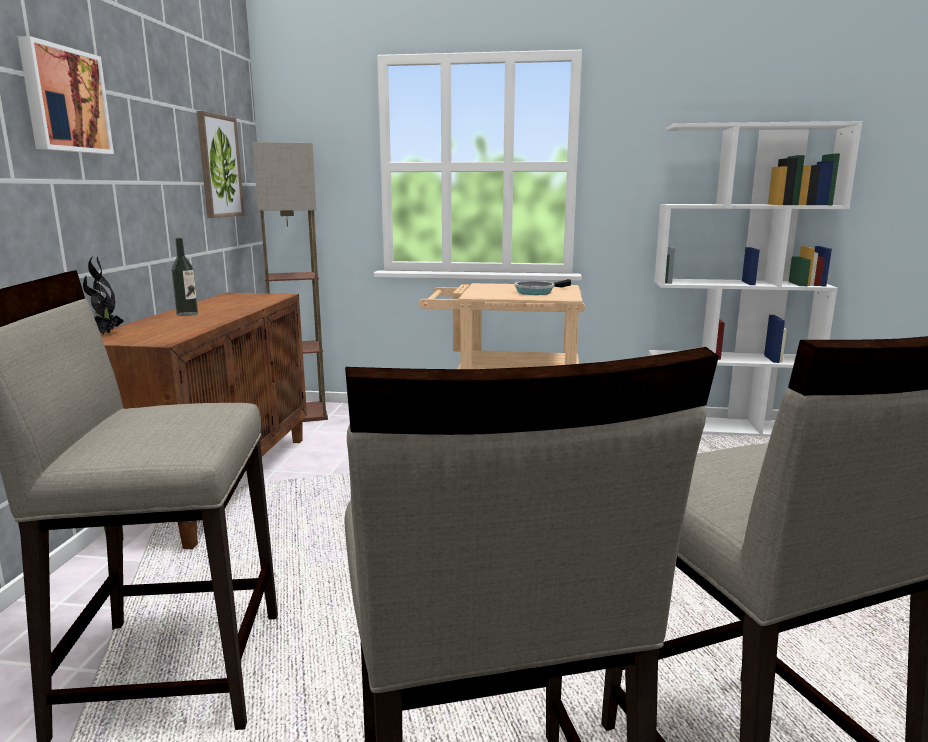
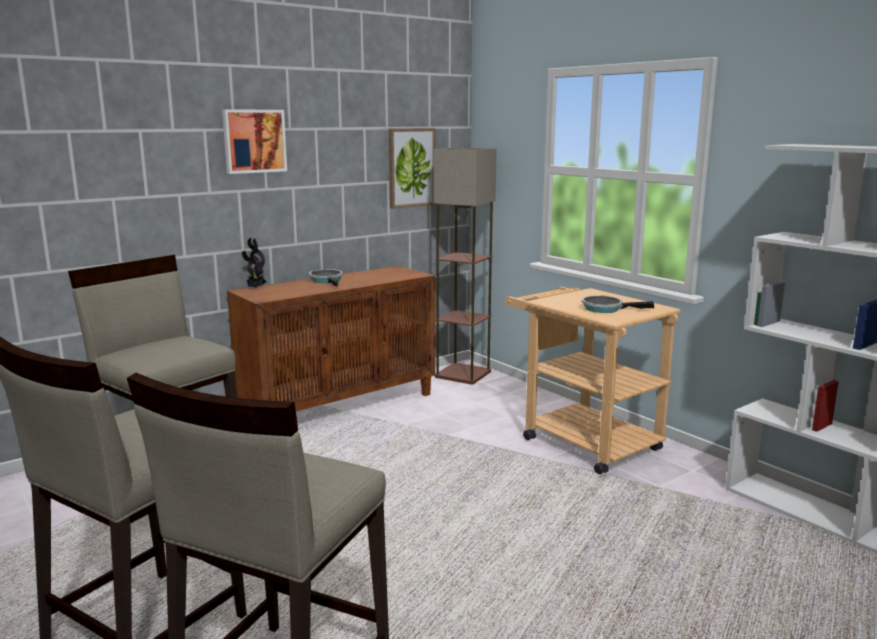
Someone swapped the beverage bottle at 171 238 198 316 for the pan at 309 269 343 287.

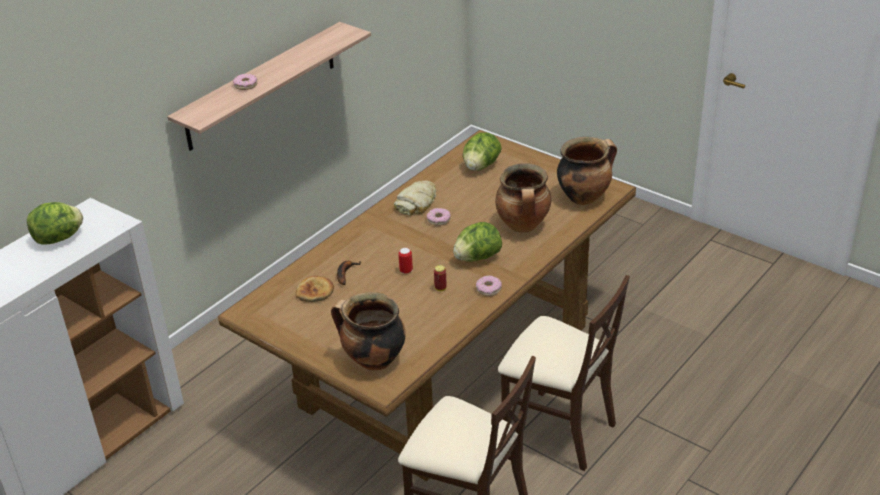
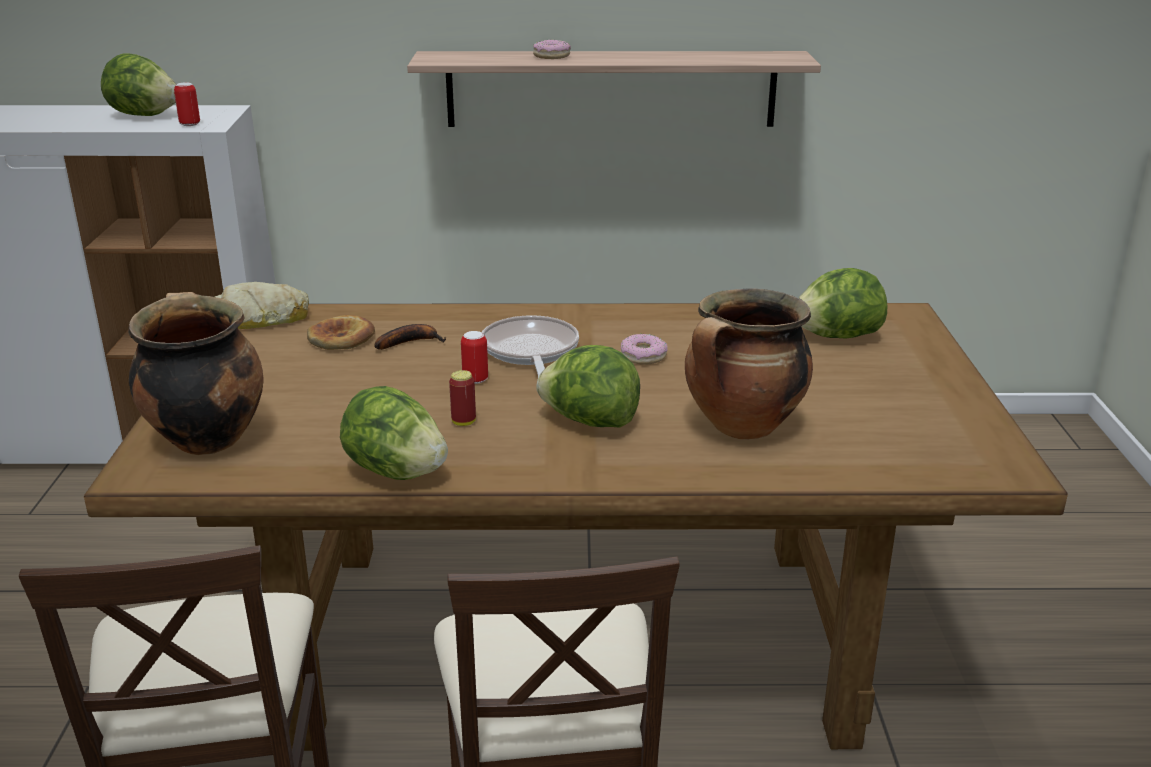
Someone put down the can at 174 82 200 126.
Someone carried the baked bread from 394 181 436 216 to 215 282 309 329.
Someone put down the head of lettuce at 340 386 448 480.
Someone put down the pan at 482 315 579 377.
Someone took away the donut at 476 275 502 296.
Someone took away the cooking pot at 557 137 617 205.

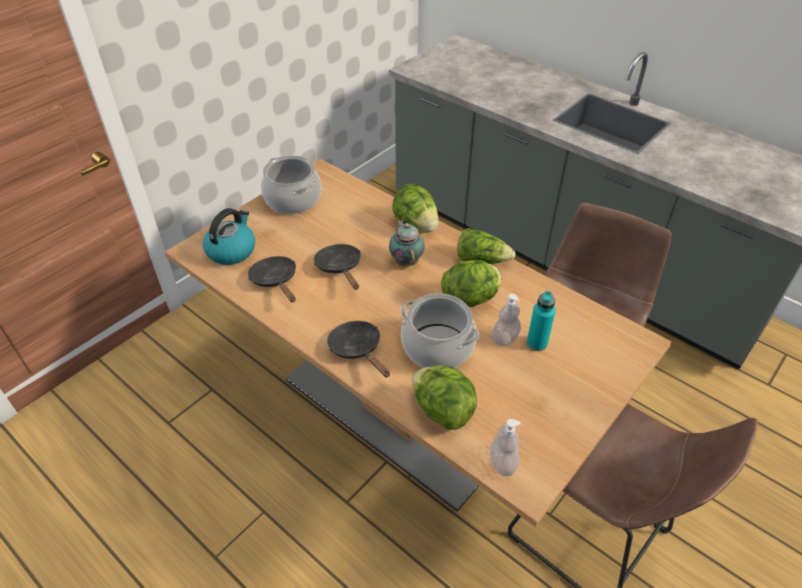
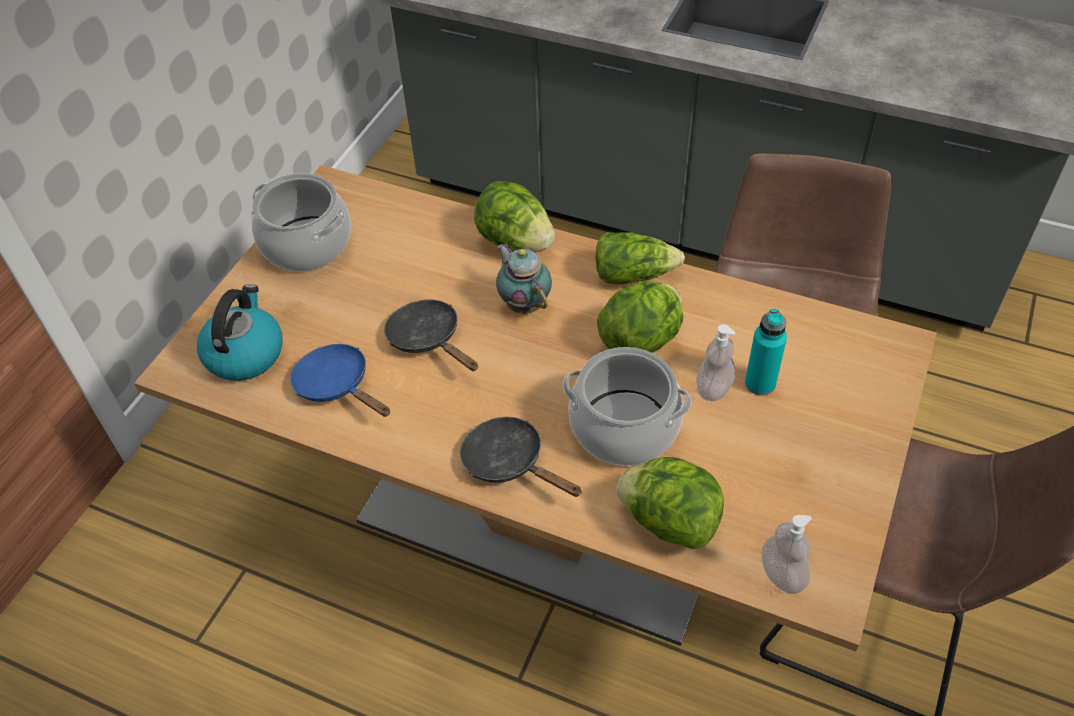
Someone repainted the pan/blackish at 248 256 296 302, which became the pan/blue at 290 344 390 417.

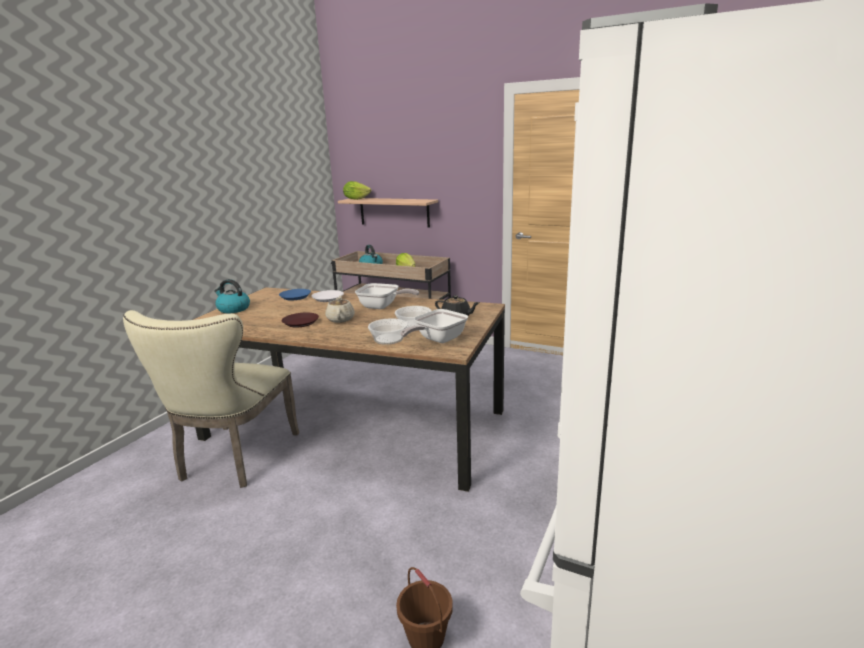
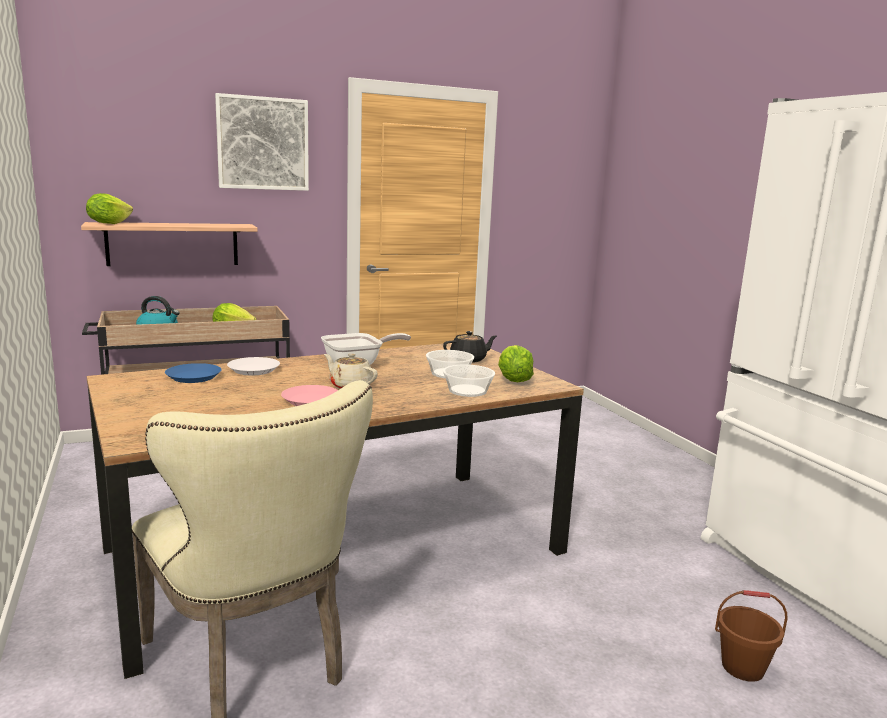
Someone put up the wall art at 215 93 309 191.
Someone repainted the dinner plate/brown-coloured at 282 312 319 328, which became the dinner plate/pink-coloured at 281 385 338 406.
Someone swapped the pan at 400 309 468 343 for the head of lettuce at 498 345 534 382.
Someone took away the tea kettle at 214 279 250 313.

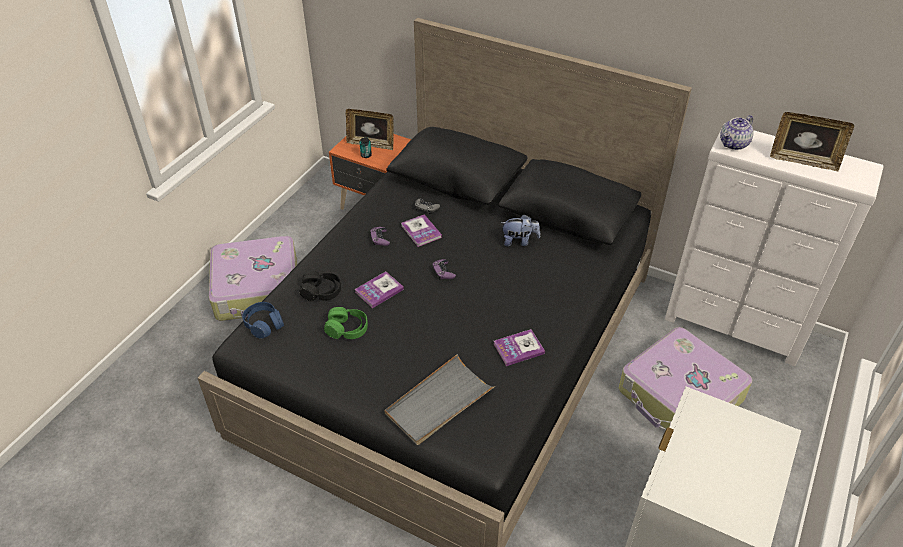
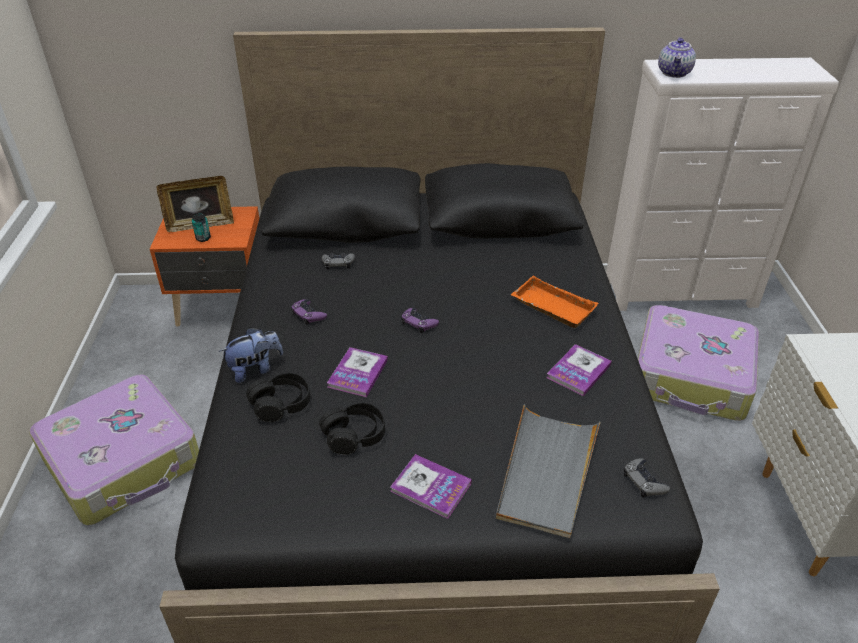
Someone carried the soft toy from 501 214 540 247 to 219 327 283 383.
Someone repainted the headphones/green at 324 307 368 339, which became the headphones/blackish at 319 403 385 455.
Someone carried the book from 401 214 442 247 to 390 454 472 519.
Someone put down the carrying tray/orangey at 511 276 599 328.
Someone put down the gamepad/gray at 624 458 670 498.
Someone took away the headphones/blue at 242 302 284 339.
Someone took away the picture frame at 770 112 854 171.

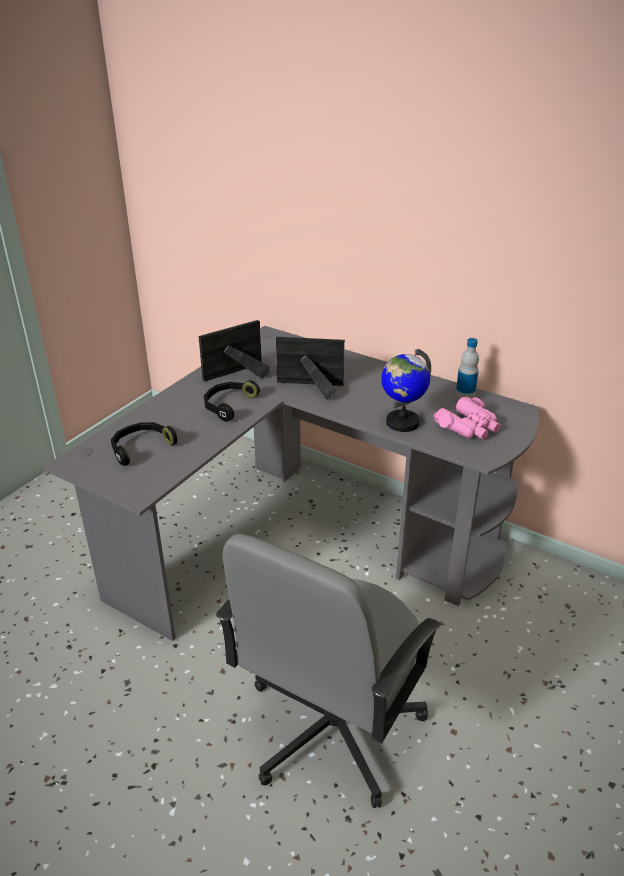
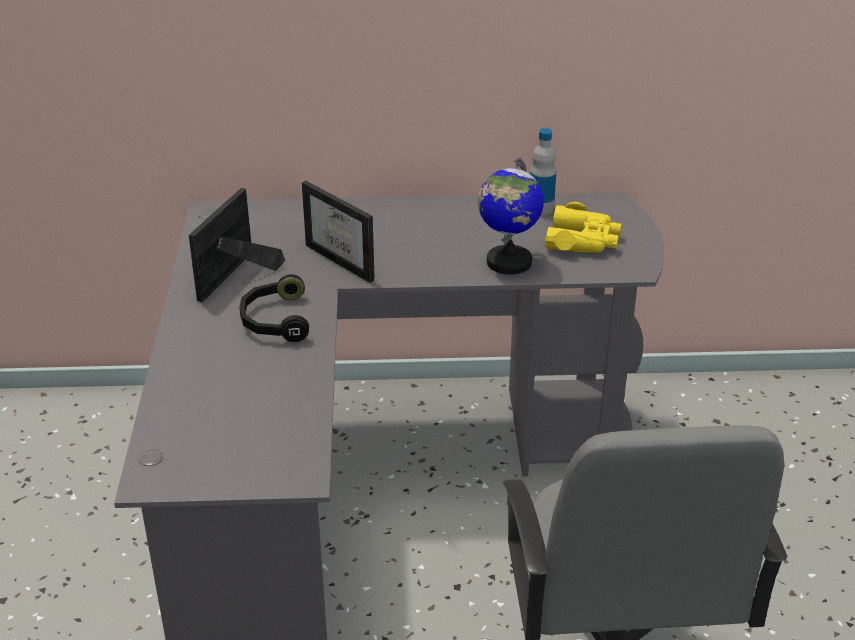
Someone rotated the picture frame at 276 337 345 399 by 105 degrees counterclockwise.
Someone repainted the binoculars/pink-coloured at 434 397 501 439, which became the binoculars/yellow-coloured at 545 202 622 253.
Someone took away the headphones/blackish at 111 422 177 466.

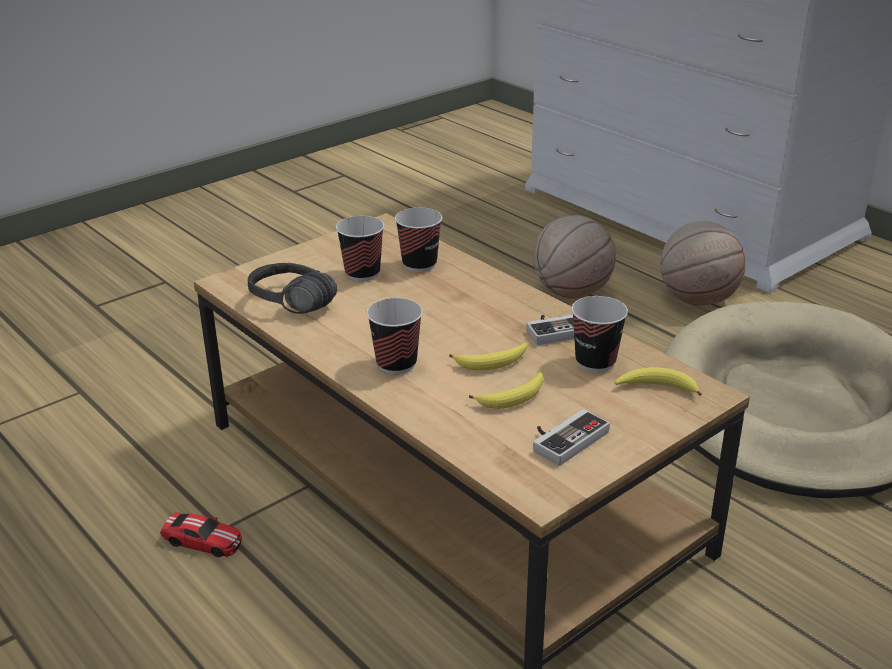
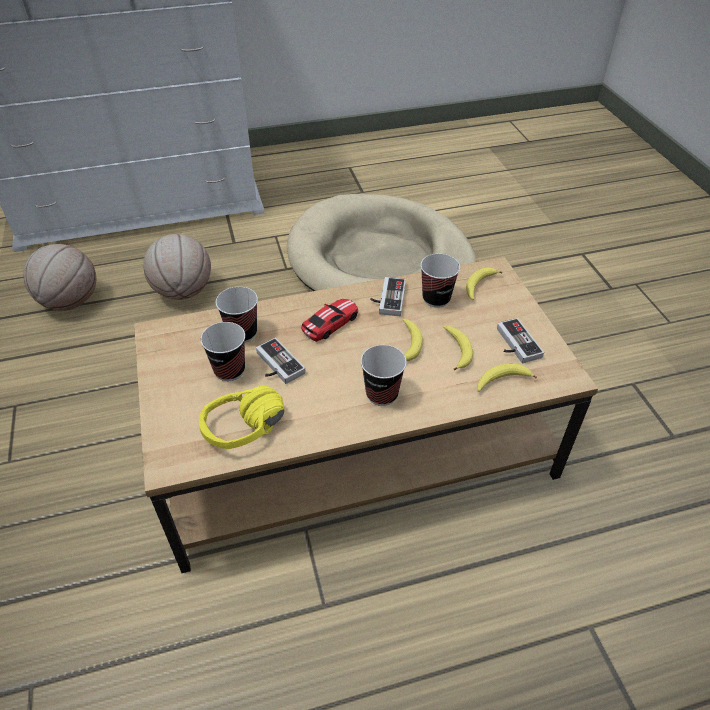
Someone carried the basketball from 660 221 746 306 to 23 244 96 311.
Someone repainted the headphones/blackish at 248 263 337 314, which became the headphones/yellow-coloured at 199 386 285 449.
Someone put down the gamepad at 256 338 306 384.
Someone carried the model car from 160 512 242 557 to 301 299 358 342.
Someone put down the whole banana at 477 363 537 392.

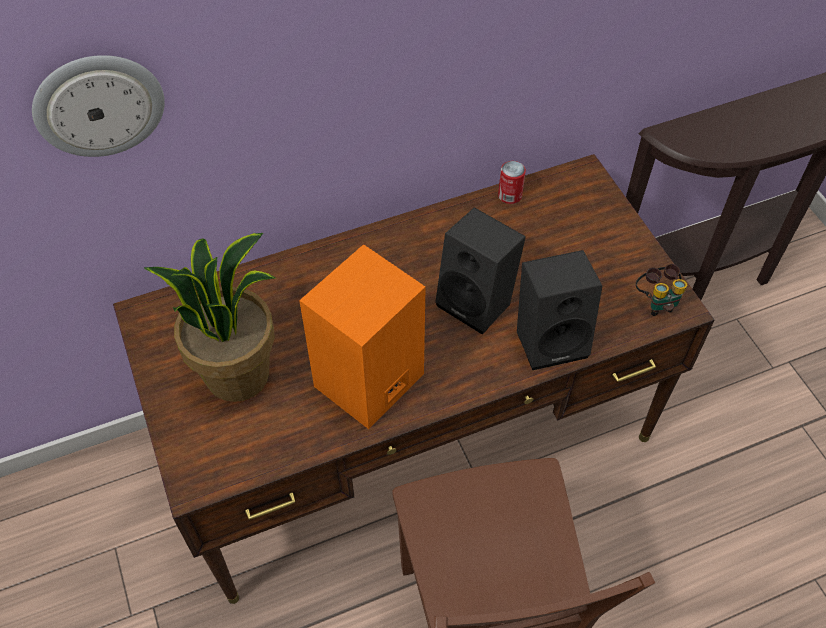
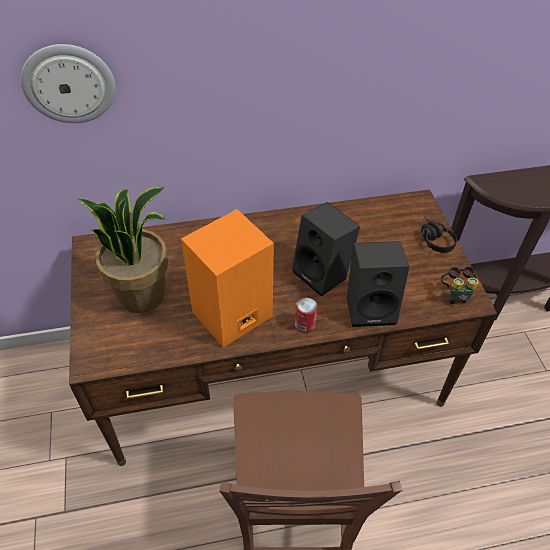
Someone carried the can from 498 161 526 204 to 295 298 317 333.
Someone put down the headphones/blackish at 421 217 457 253.

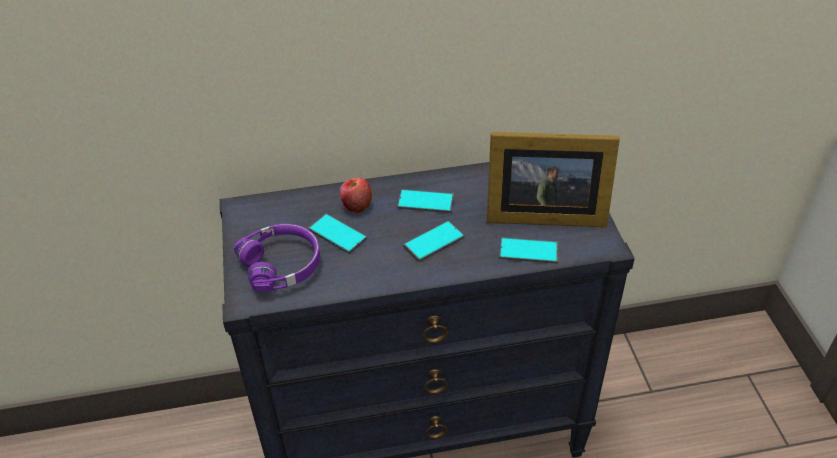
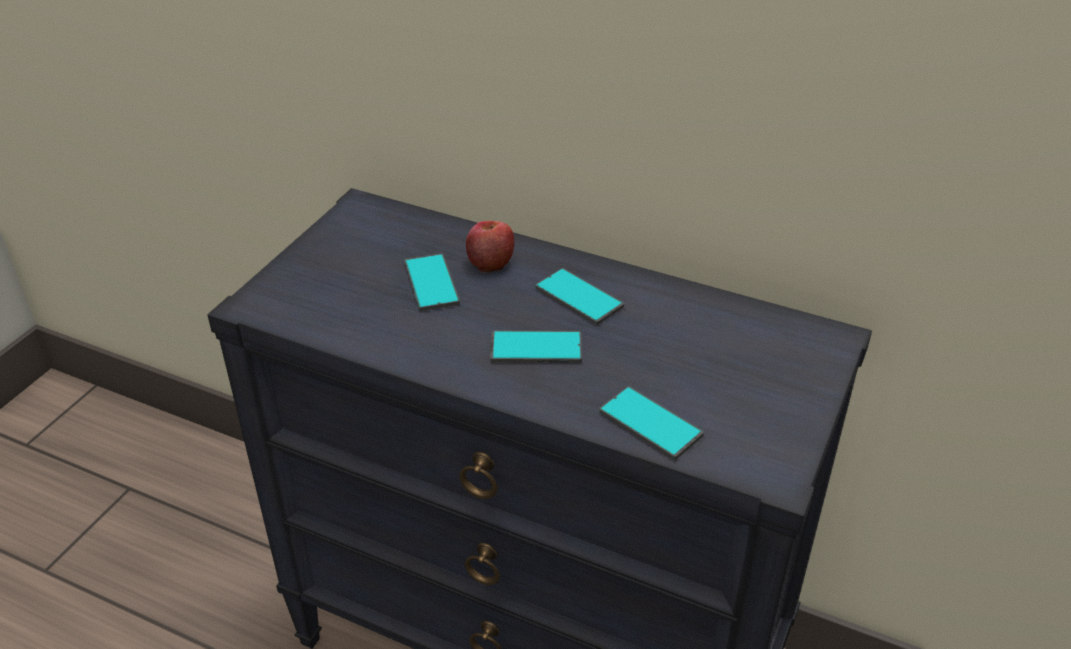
Someone took away the headphones/purple at 234 224 320 292.
Someone took away the picture frame at 487 132 620 227.

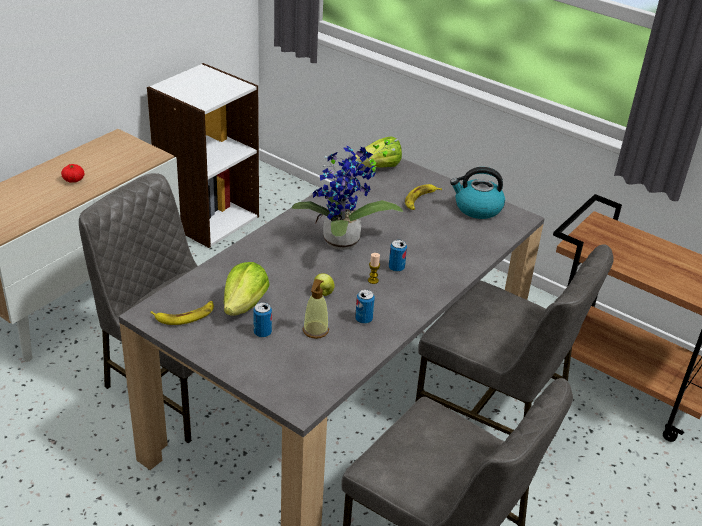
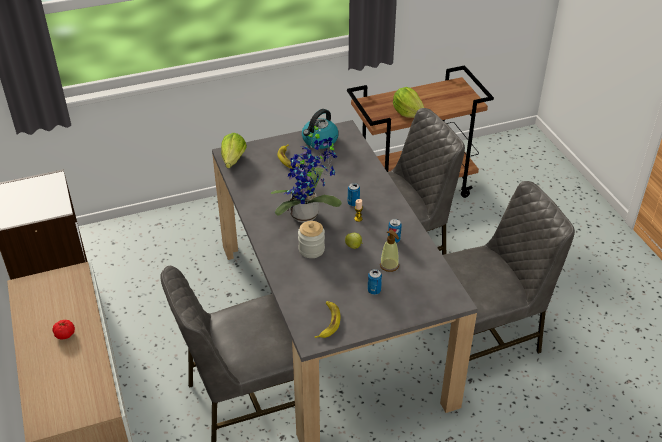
Someone put down the jar at 298 221 325 258.
Someone carried the head of lettuce from 224 262 270 316 to 393 87 424 118.

